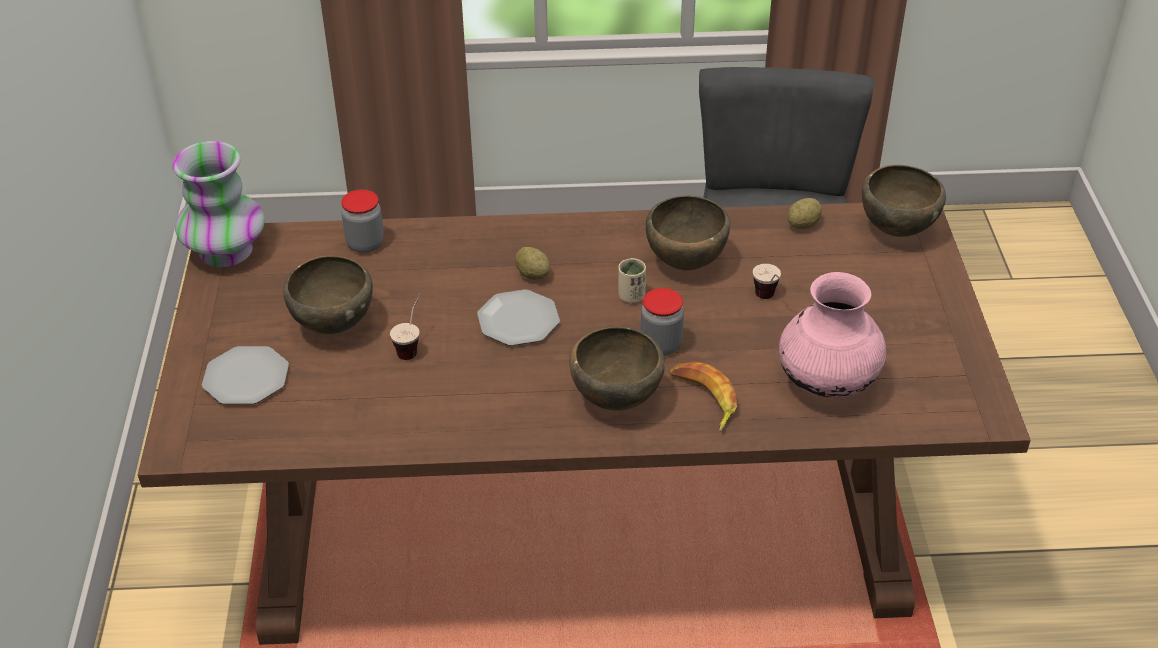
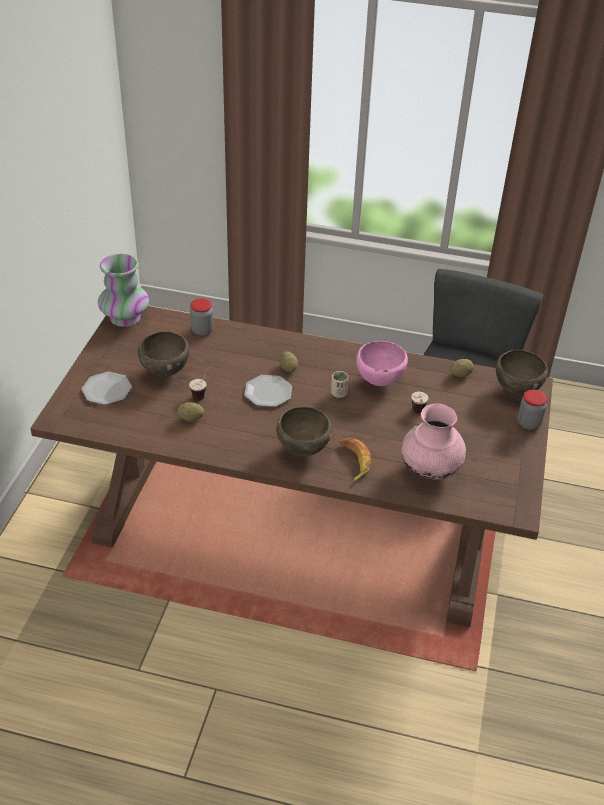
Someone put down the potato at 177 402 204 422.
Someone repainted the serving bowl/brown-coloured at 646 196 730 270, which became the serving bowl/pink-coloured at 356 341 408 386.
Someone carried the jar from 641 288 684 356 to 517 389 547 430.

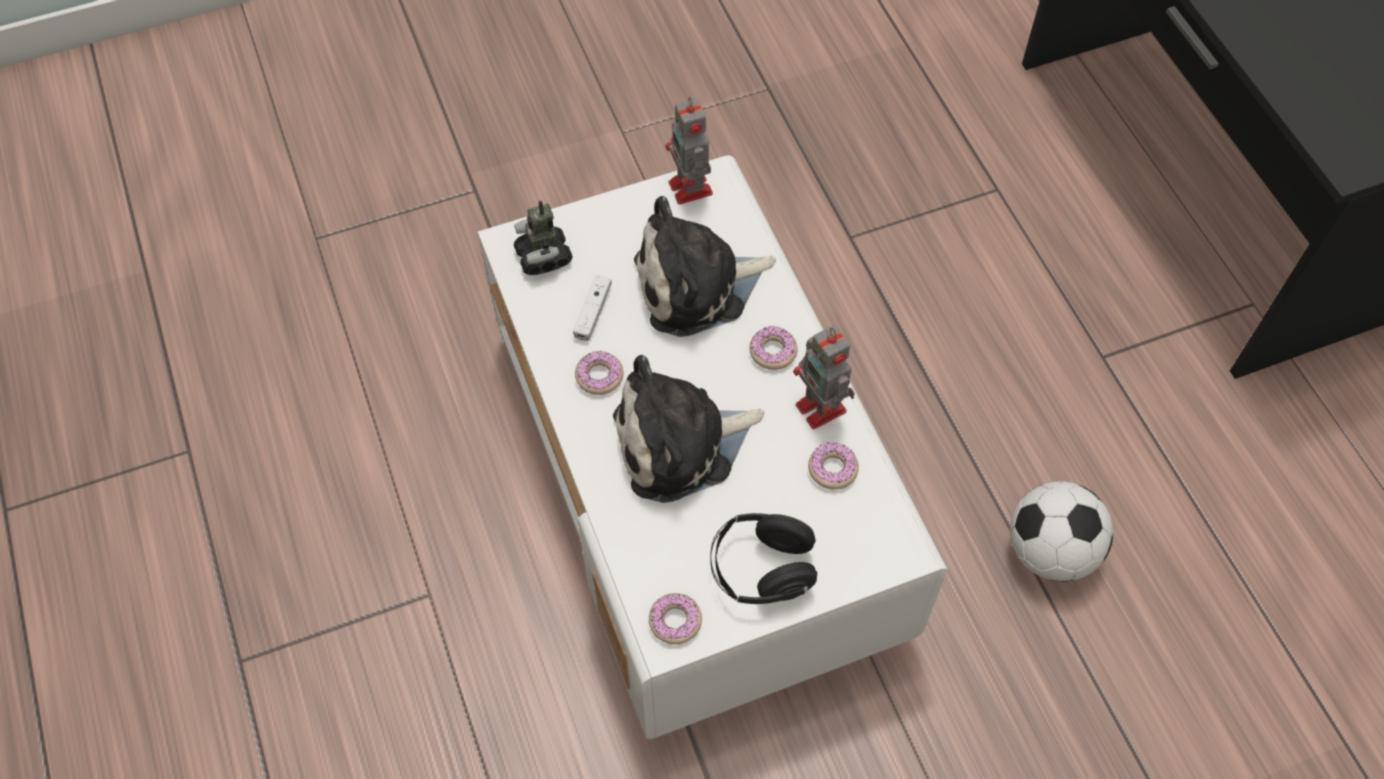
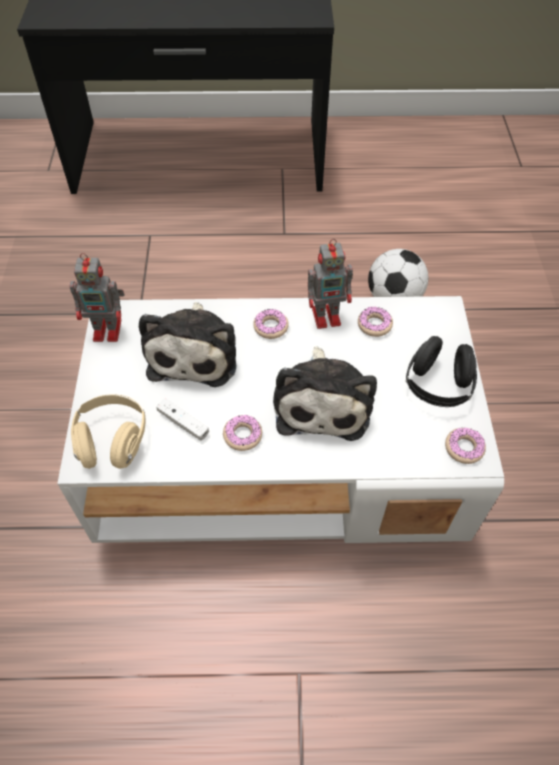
Someone swapped the model robot at 514 200 573 275 for the headphones/beige at 71 394 146 469.

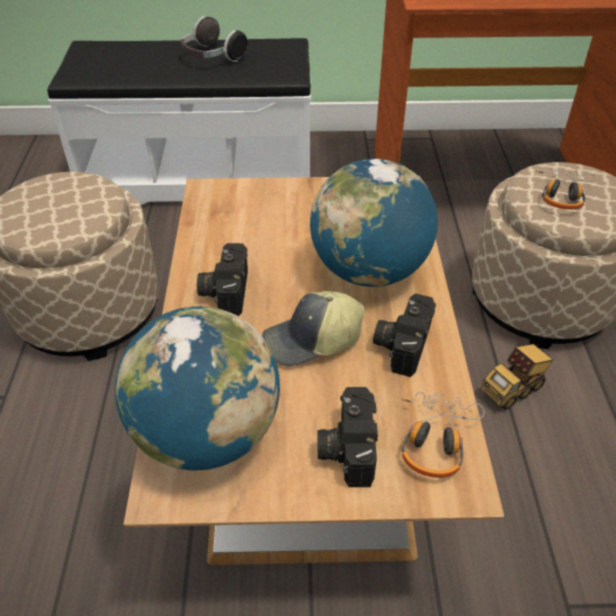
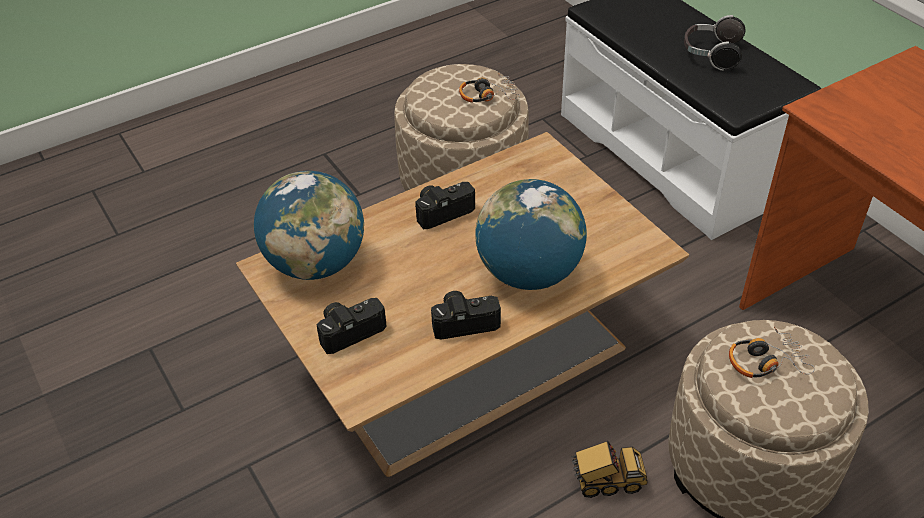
Someone carried the headphones from 401 392 485 478 to 459 73 520 103.
Someone rotated the toy lorry at 480 344 554 410 by 150 degrees clockwise.
Someone took away the baseball cap at 262 291 364 366.

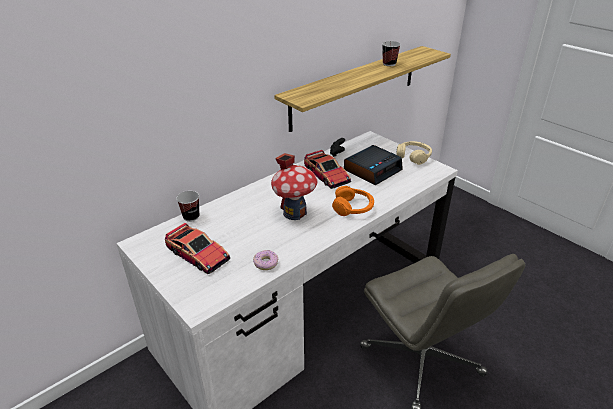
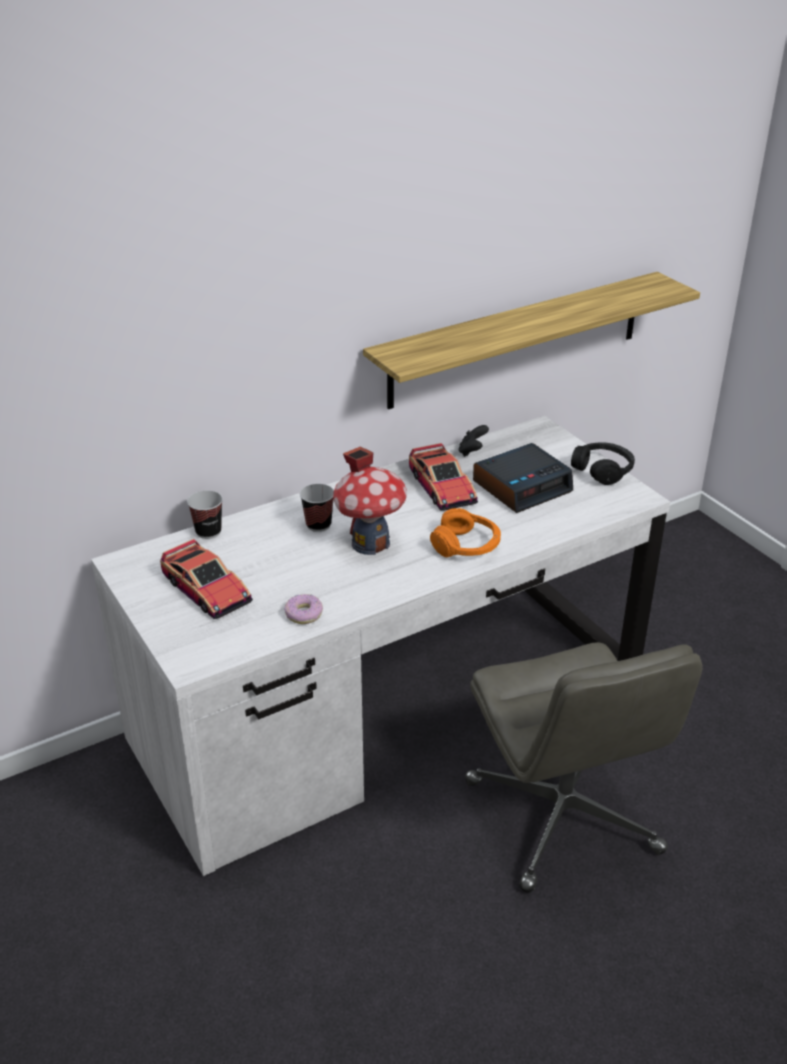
Someone carried the drinking cup from 382 41 401 66 to 300 484 334 532.
Someone repainted the headphones/beige at 396 141 432 165, which became the headphones/blackish at 571 442 635 485.

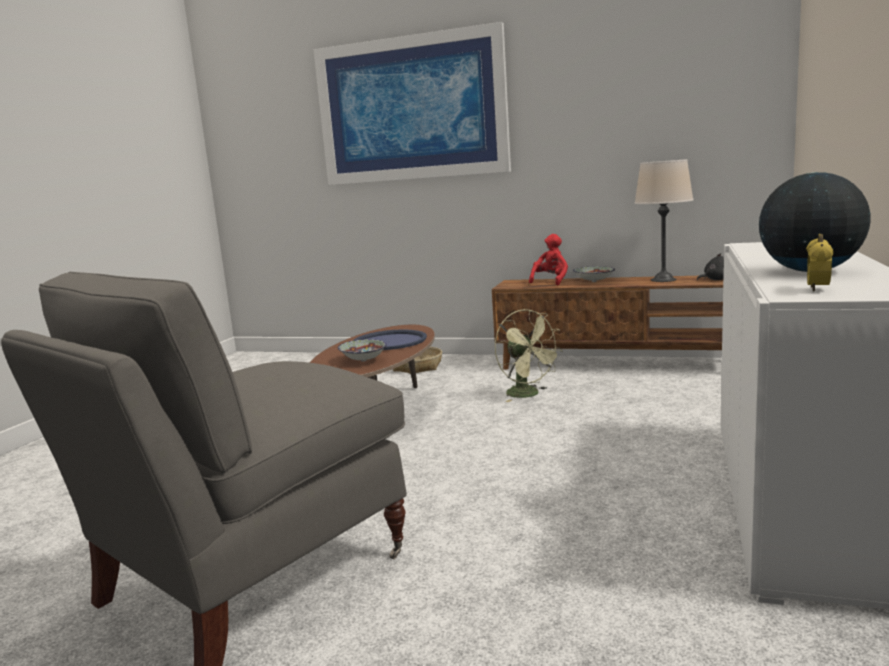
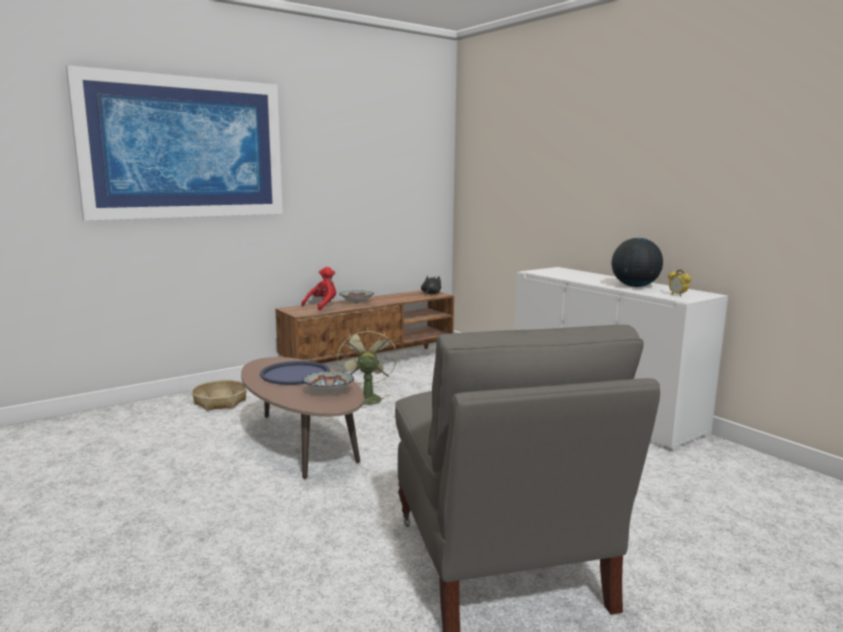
Someone rotated the soft toy/red-coloured at 529 234 568 285 by 60 degrees clockwise.
Someone rotated the fan/green at 495 309 563 402 by 105 degrees counterclockwise.
Someone took away the tabletop lamp/beige at 634 159 693 282.

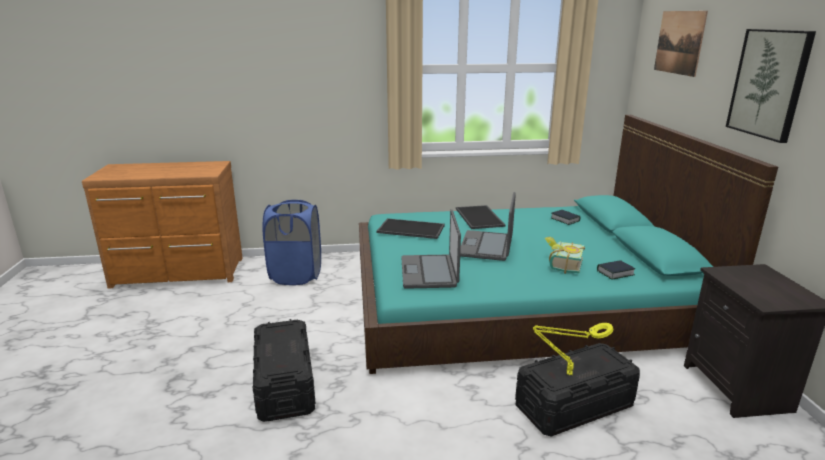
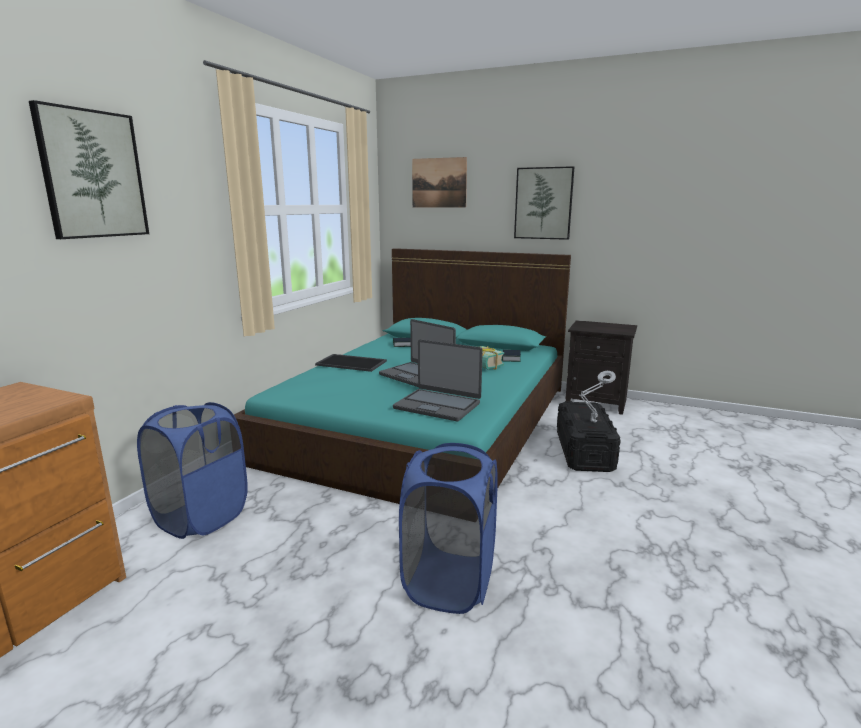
Someone put up the wall art at 29 100 149 239.
Someone swapped the storage box/blackish at 252 319 315 422 for the hamper/blue at 399 443 498 614.
Someone repainted the tabletop lamp/yellow-coloured at 533 323 613 375, which became the tabletop lamp/gray at 579 371 616 422.
Someone took away the carrying tray at 377 218 445 239.

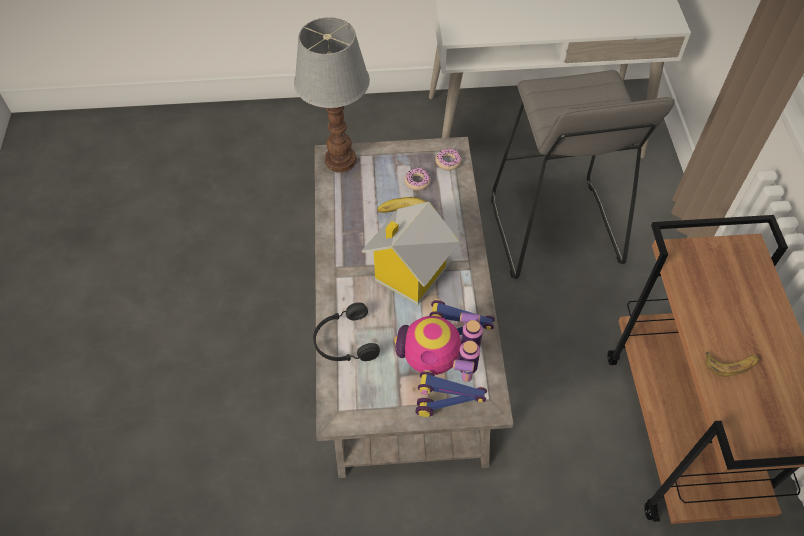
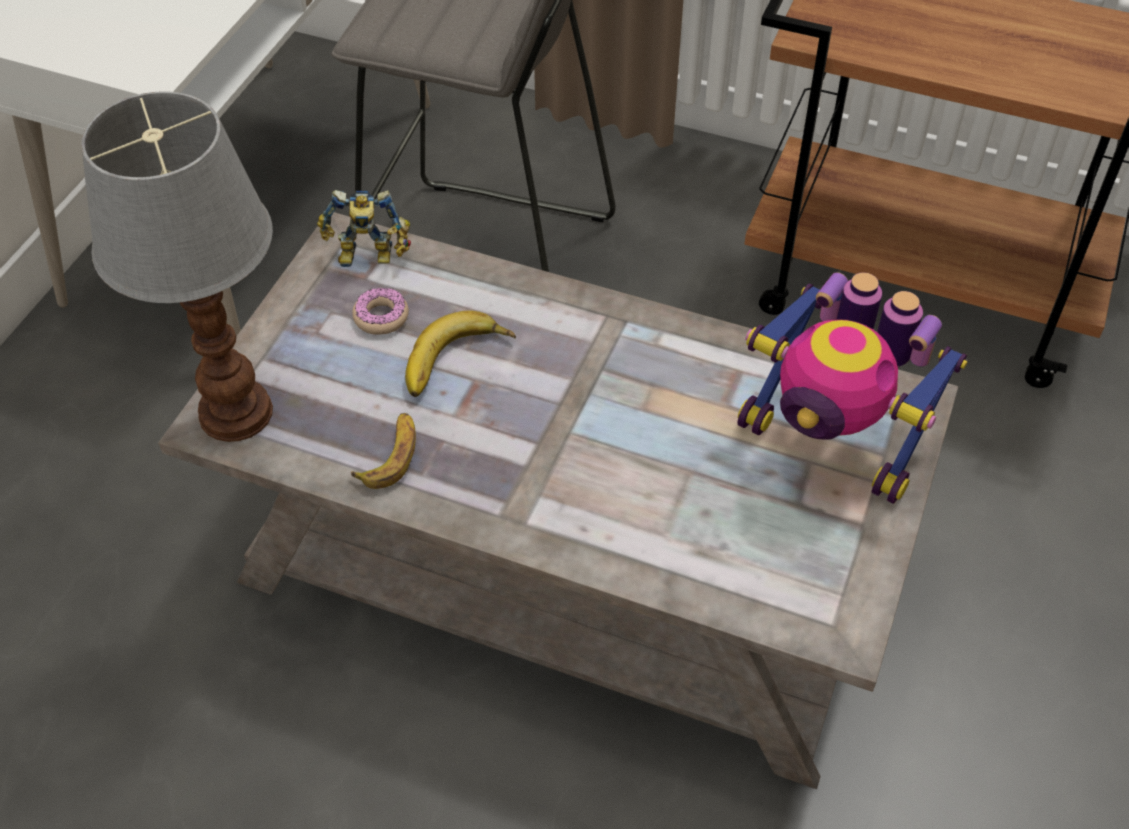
Someone swapped the donut at 436 148 461 170 for the model robot at 317 190 411 267.
Someone carried the whole banana from 706 351 759 376 to 351 413 416 489.
Someone took away the headphones/blackish at 313 302 380 361.
Someone took away the model house at 362 202 460 305.

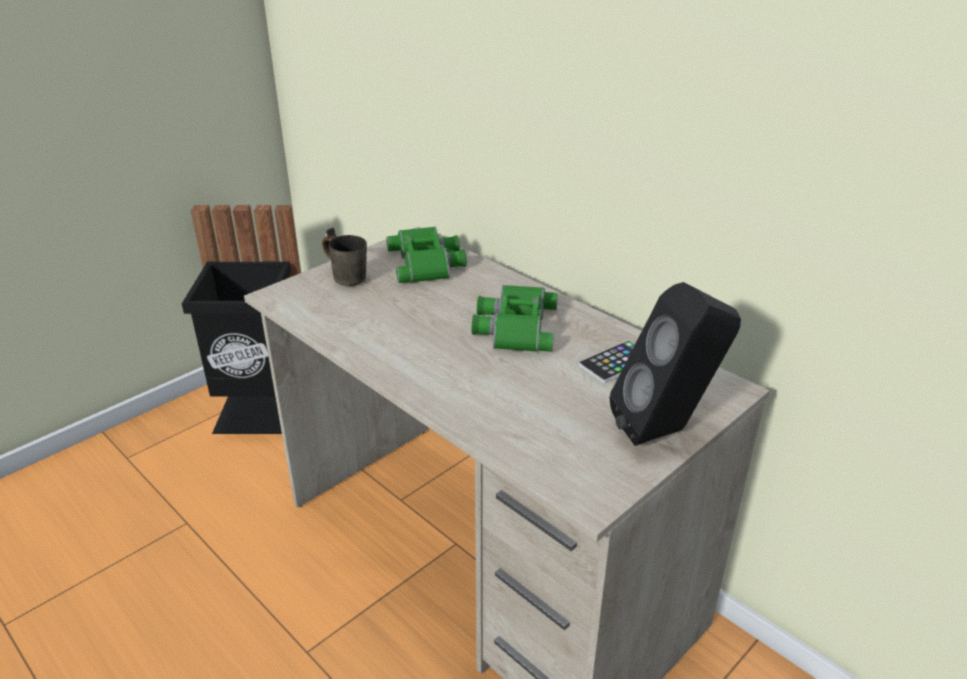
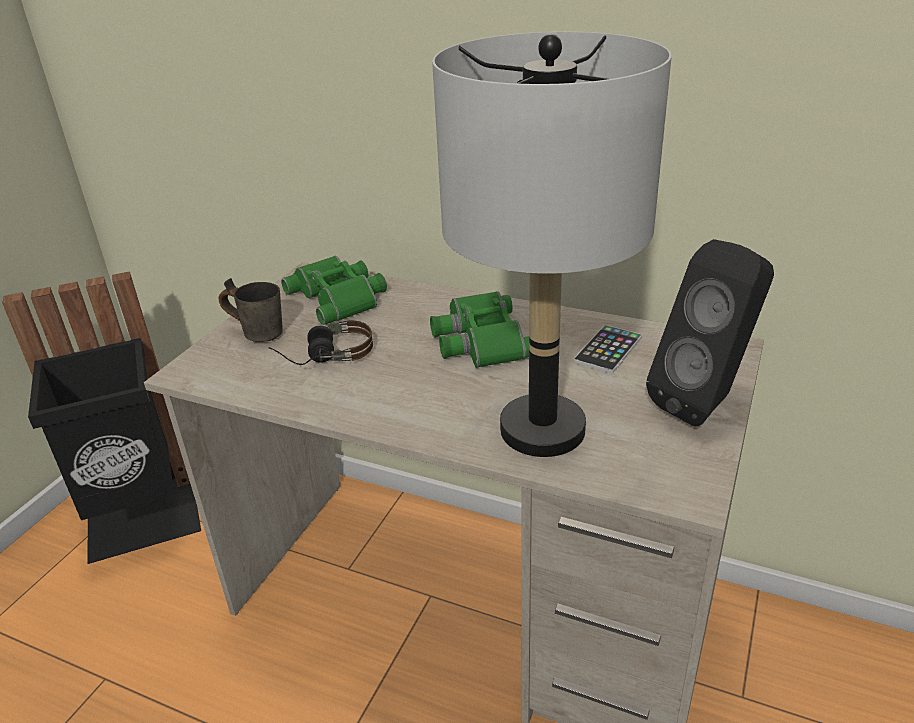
Someone put down the headphones at 269 320 373 365.
Someone put down the tabletop lamp/gray at 432 31 672 457.

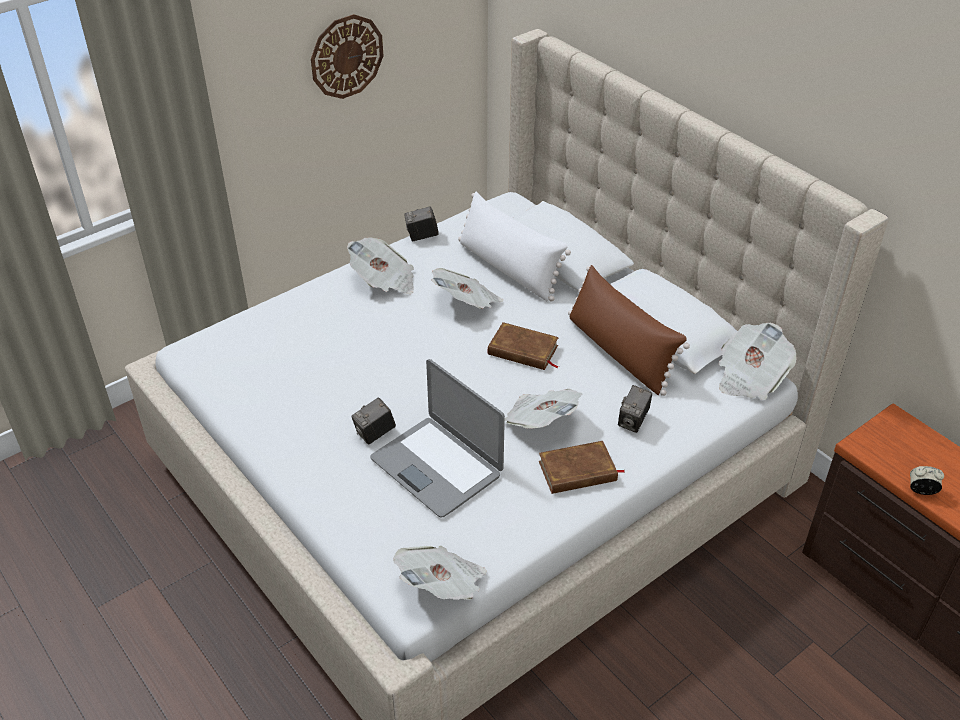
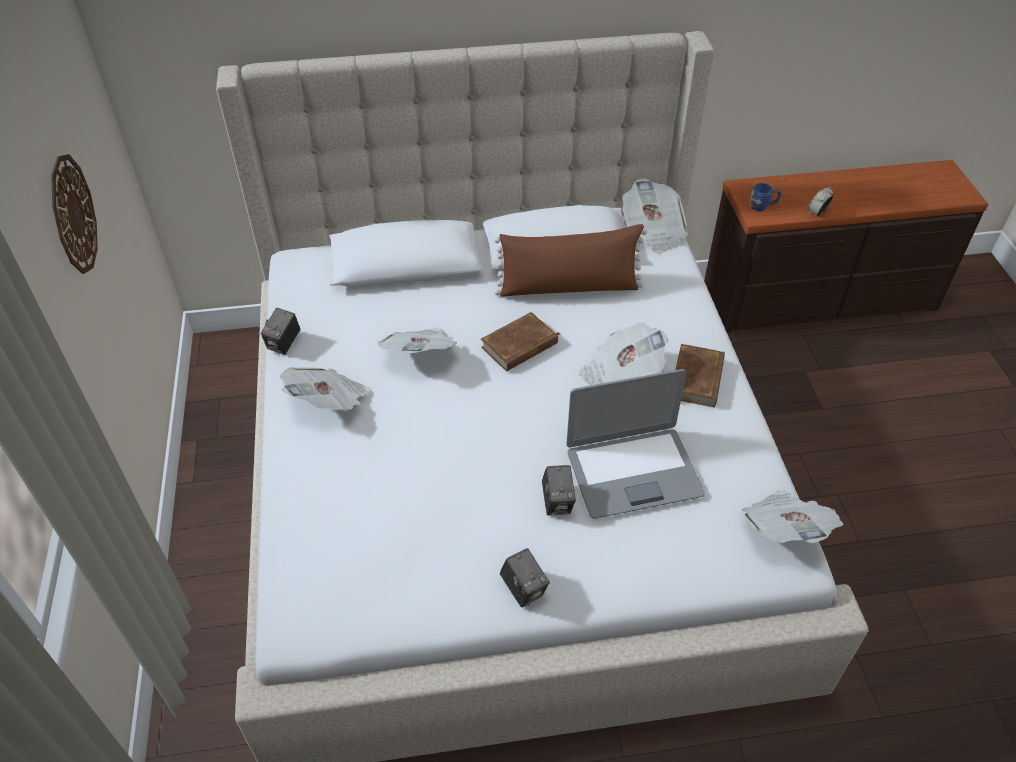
Someone carried the photo camera from 618 385 652 433 to 500 548 550 607.
Someone put down the coffee mug/blue at 750 183 781 212.
Someone took away the cushion/white-coloured at 458 191 571 301.

